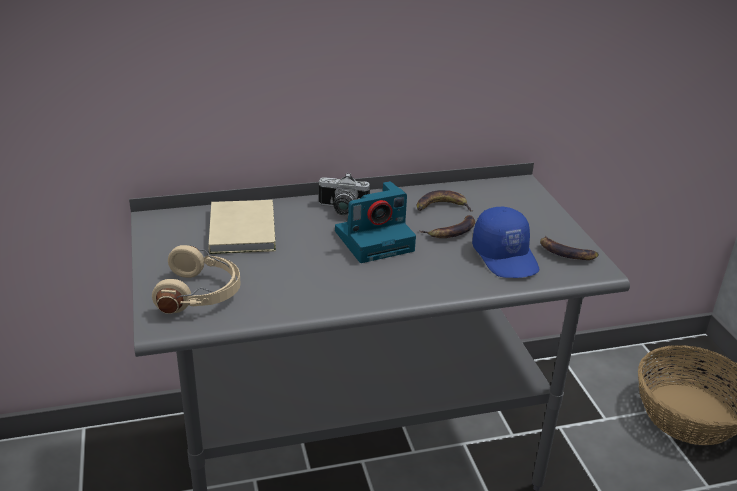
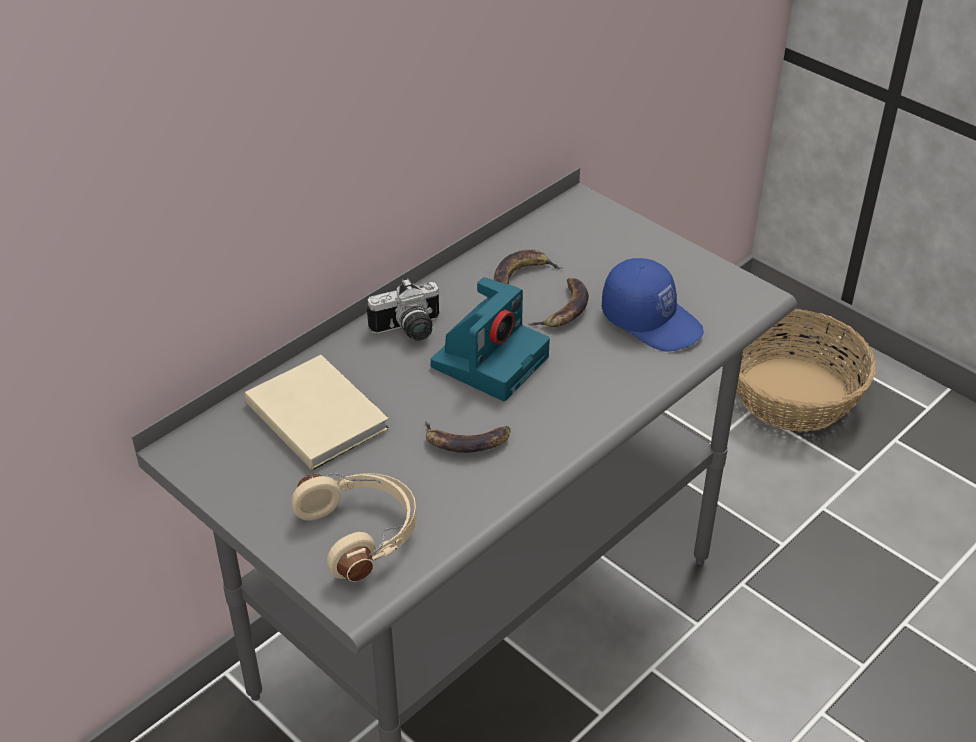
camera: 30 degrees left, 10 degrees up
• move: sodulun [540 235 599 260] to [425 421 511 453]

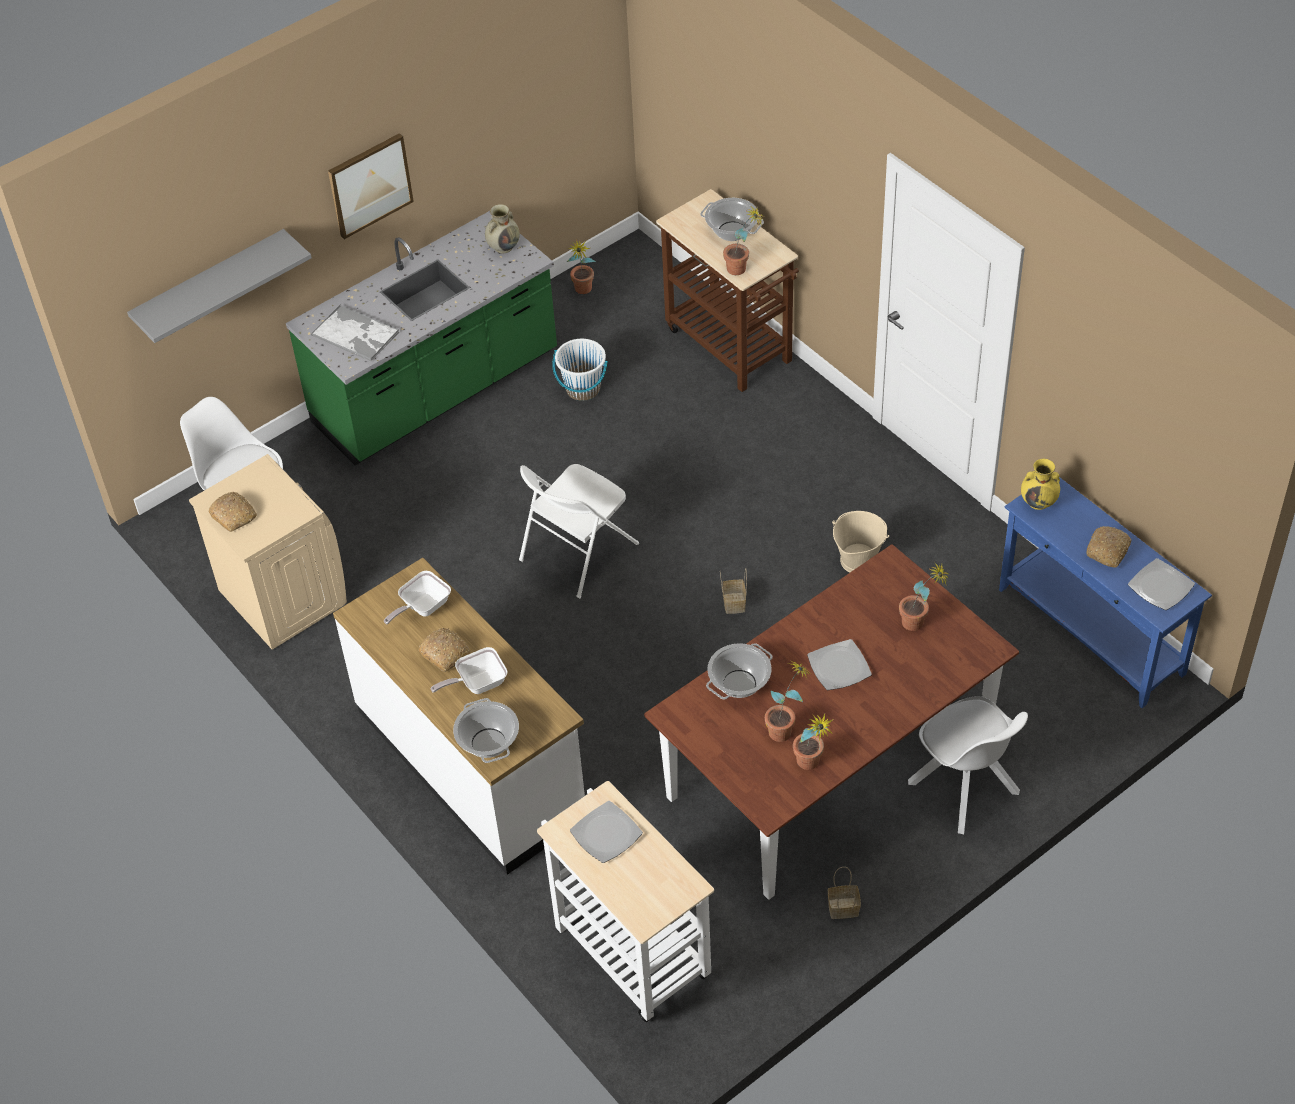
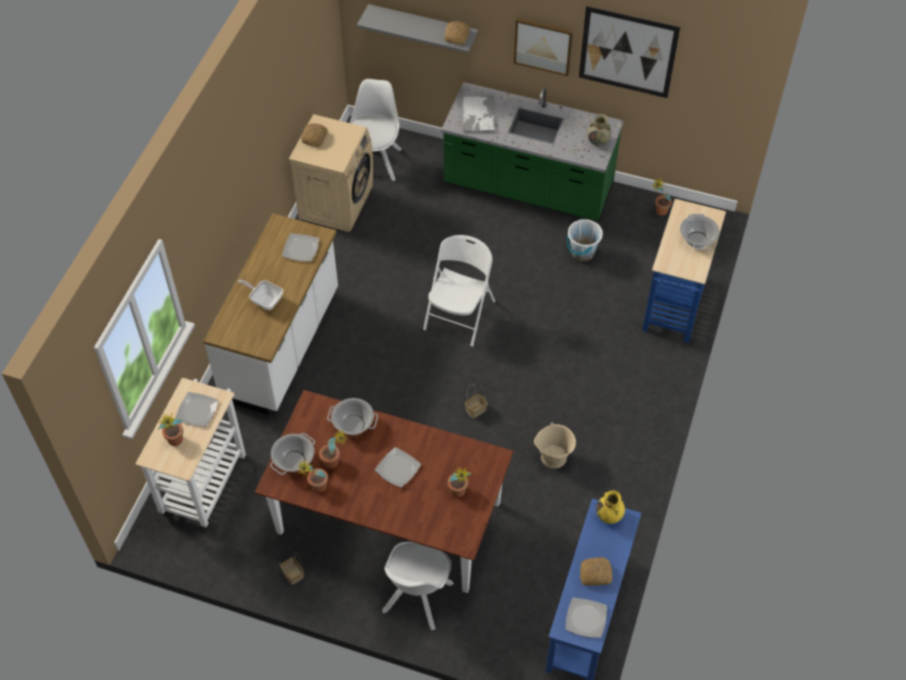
camera: 55 degrees right, 5 degrees up
• recolor: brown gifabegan [656 189 799 392] to blue gifabegan [642 199 726 343]
• move: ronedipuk [723 207 764 275] to [157 413 183 446]
• rotate: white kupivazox [519 464 639 599] = [423 235 496 347] 105 degrees clockwise
• replace: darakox [384 571 451 625] to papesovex [282 233 319 261]
• move: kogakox [418 628 471 672] to [445 21 469 45]
• move: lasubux [453 698 519 763] to [270 433 315 475]
• insert: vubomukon [579 6 680 98]

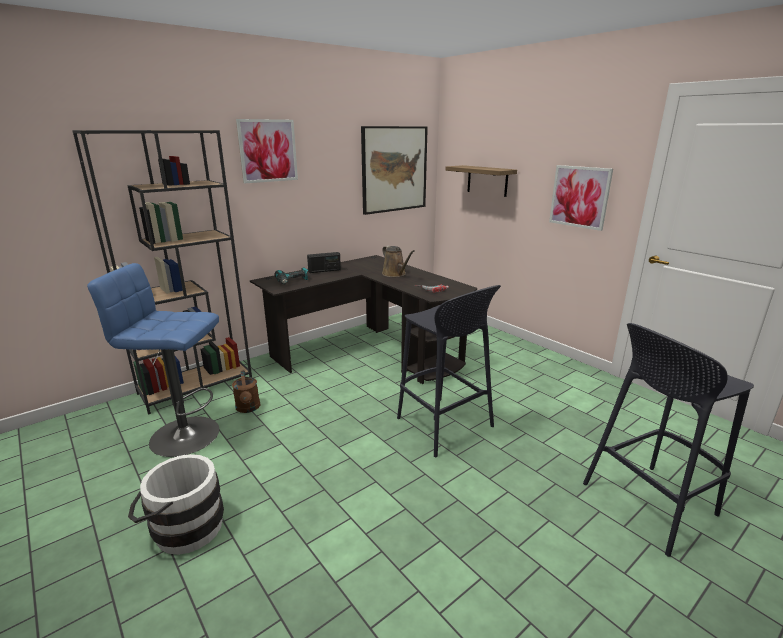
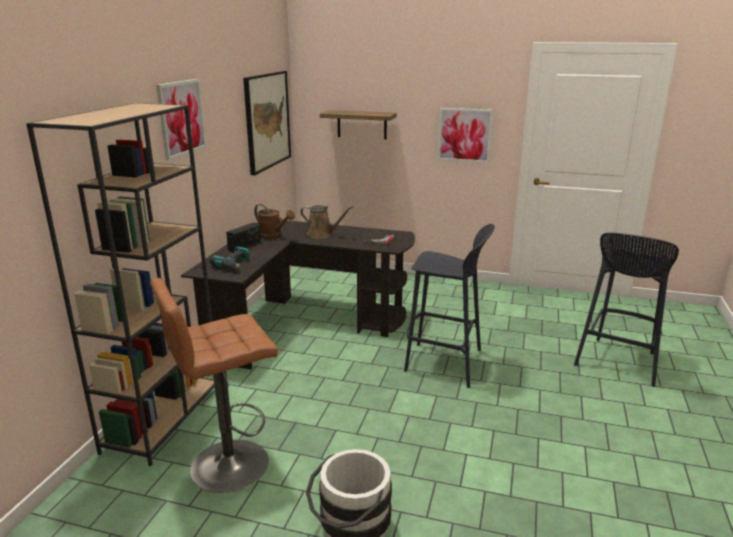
camera: 35 degrees left, 0 degrees up
• recolor: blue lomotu [87 263 219 457] to brown lomotu [150 278 278 493]
• move: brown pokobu [232 370 260 413] to [254 204 295 239]

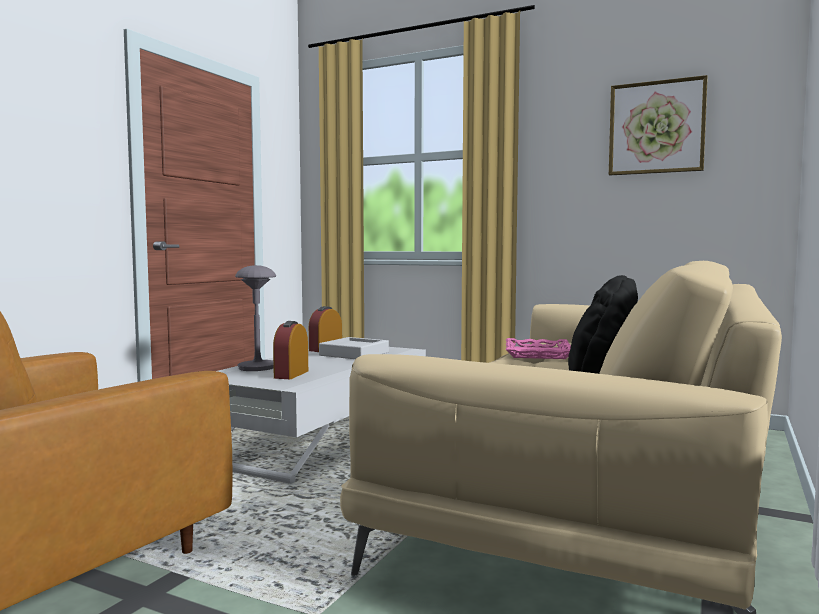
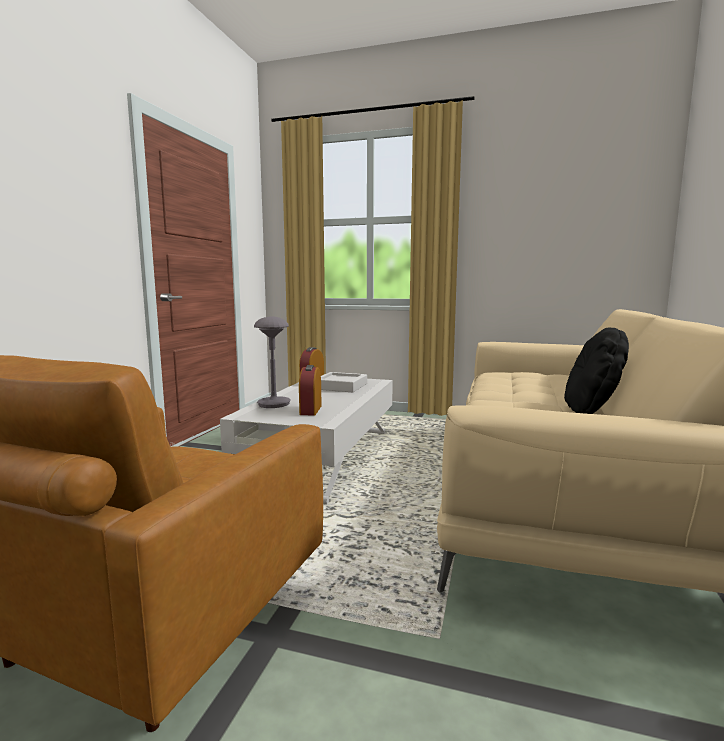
camera: 10 degrees left, 5 degrees up
• delete: vubomukon [609 75 708 175]
• delete: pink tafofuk [506 338 571 359]

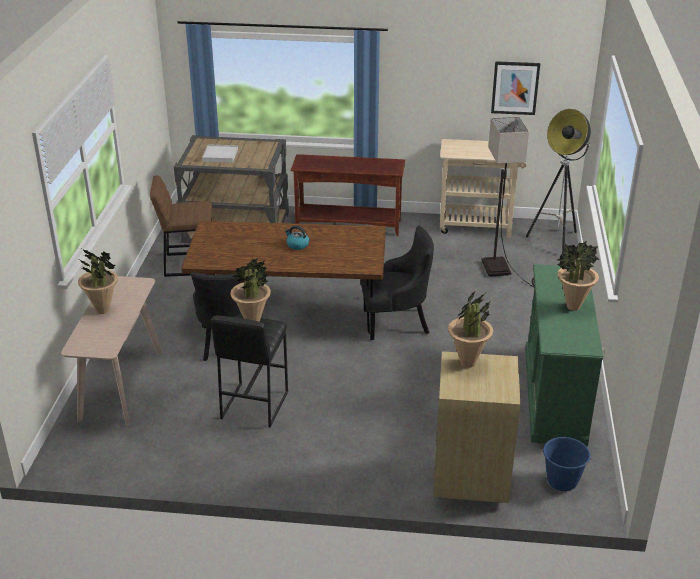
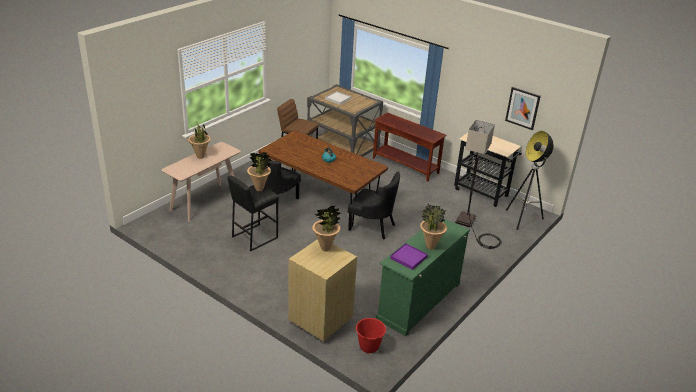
camera: 30 degrees right, 0 degrees up
• recolor: beige gifabegan [440 139 527 238] to black gifabegan [454 133 522 207]
• recolor: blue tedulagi [542 437 591 491] to red tedulagi [356 318 386 353]
• insert: purple tafofuk [390 243 428 270]

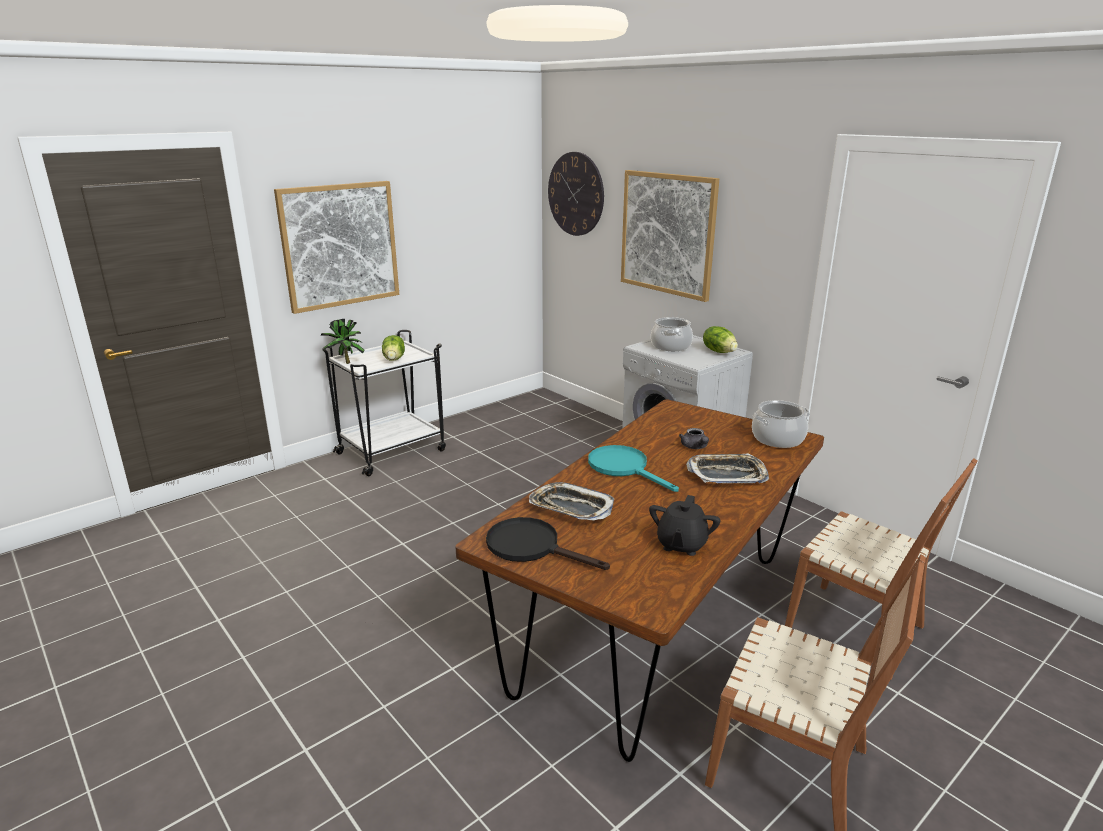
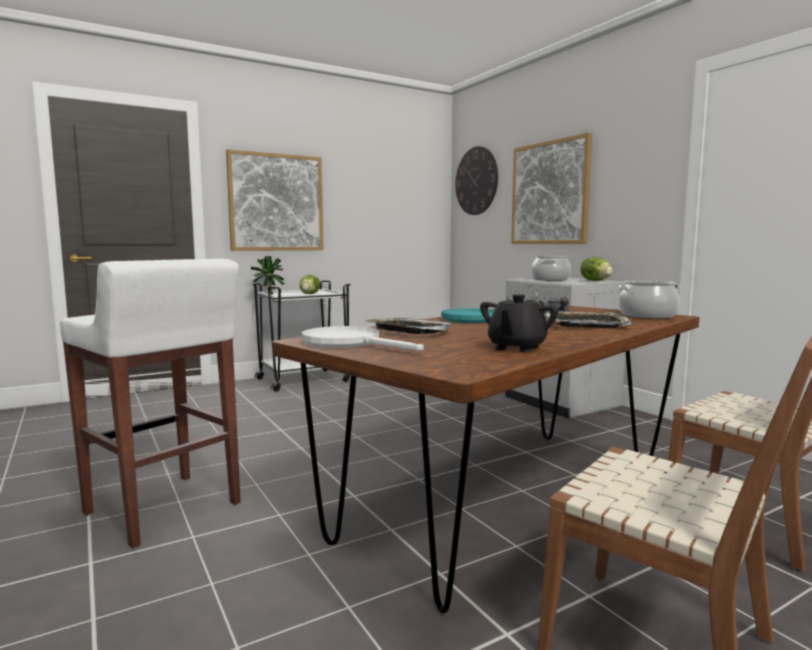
camera: 10 degrees right, 15 degrees down
• recolor: black darakox [486 517 610 570] to white darakox [302 326 424 351]
• insert: white lomotu [60 259 241 548]

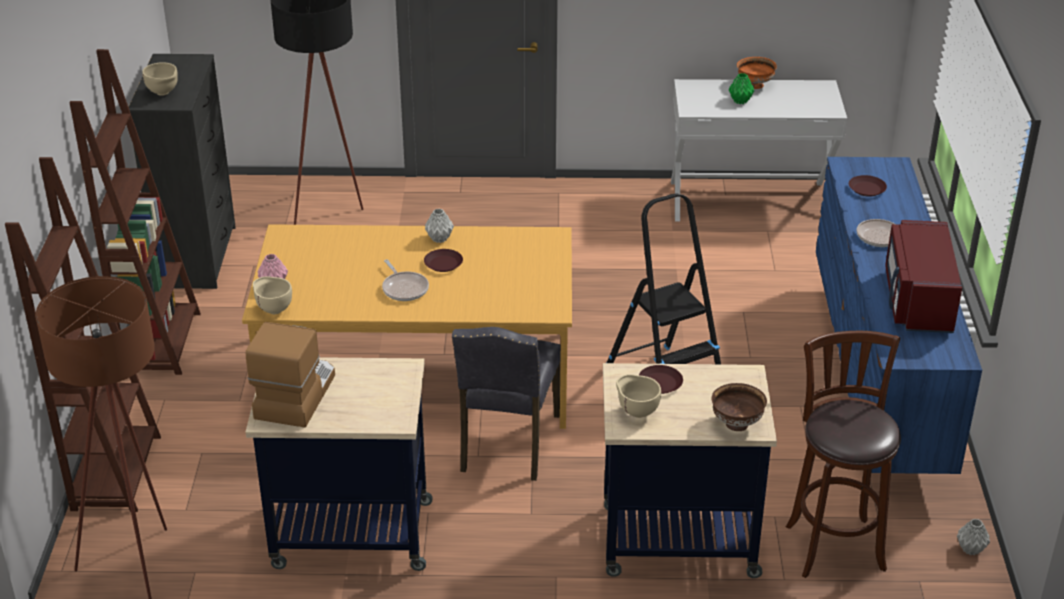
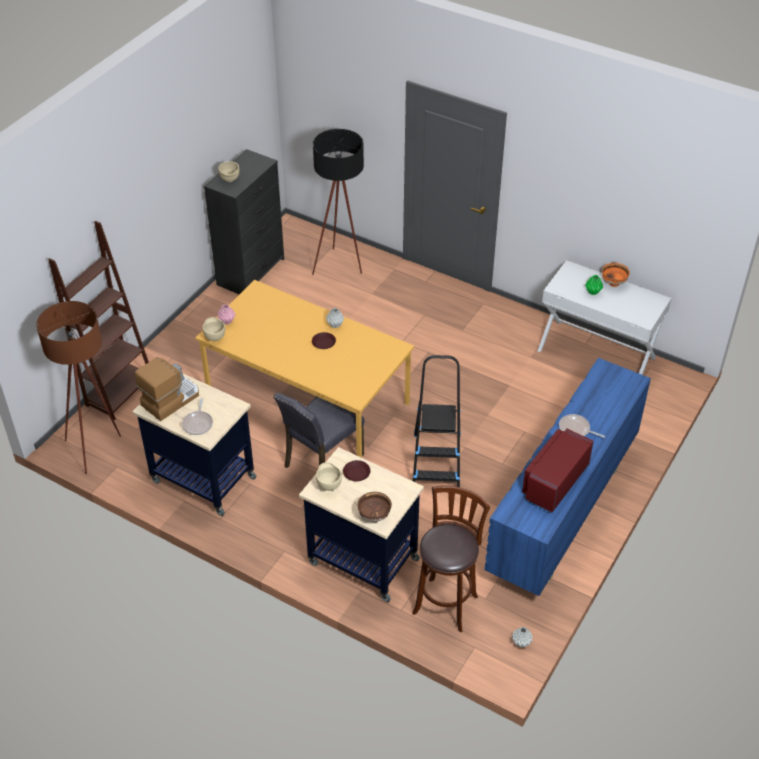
camera: 30 degrees right, 10 degrees up
• delete: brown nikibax [70 49 201 375]
• delete: brown papesovex [849 175 887 197]
• move: darakox [382 259 429 301] to [182 398 213 435]

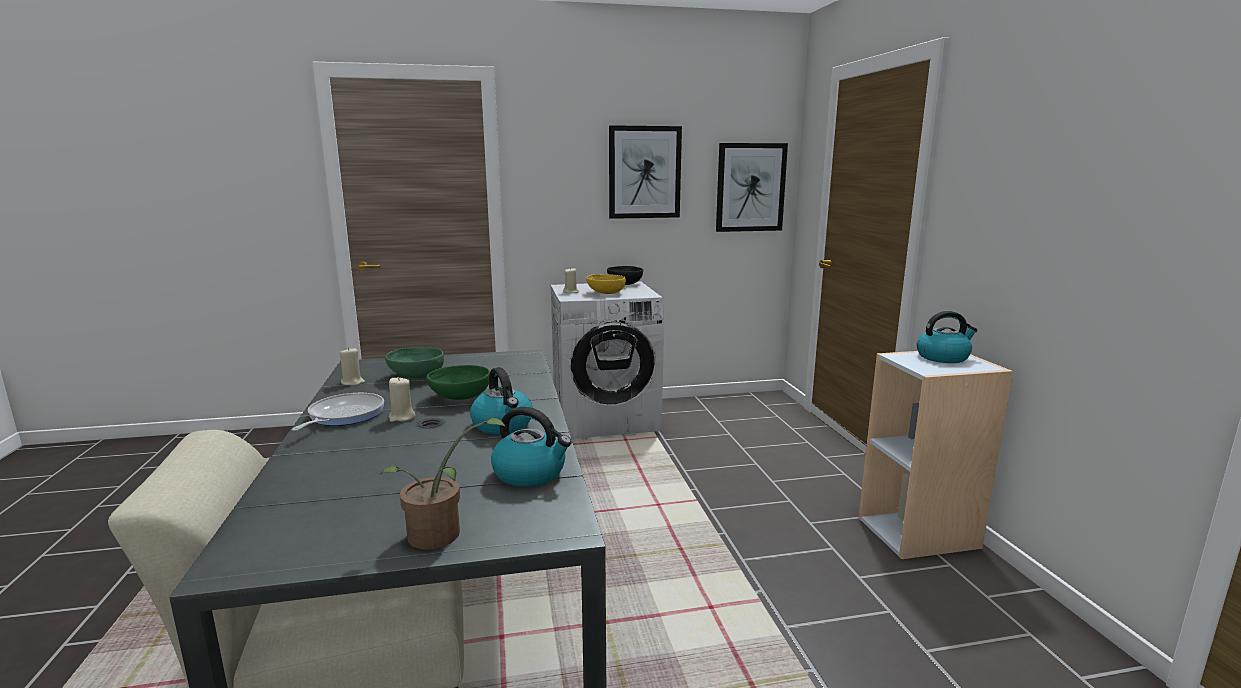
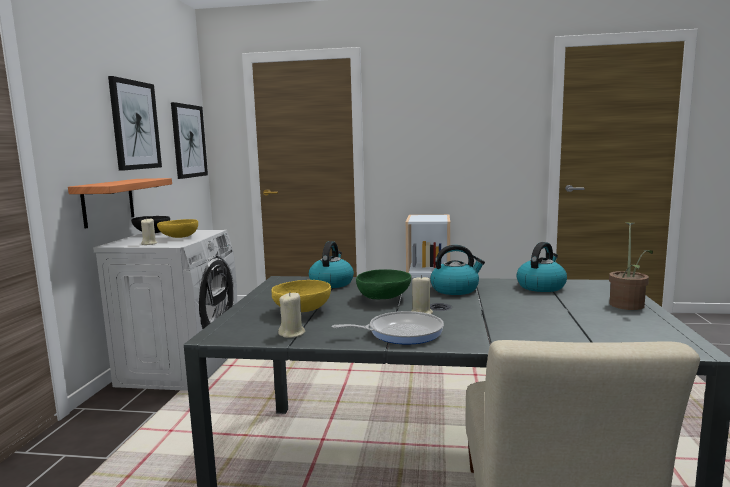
camera: 70 degrees left, 5 degrees down
• move: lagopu [916 311 978 363] to [309 241 354 288]
• recolor: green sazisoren [385 347 444 378] to yellow sazisoren [271 280 331 312]
• rotate: darakox [292 393 384 431] = [332 311 444 345] 135 degrees clockwise
• insert: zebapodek [68 178 172 229]

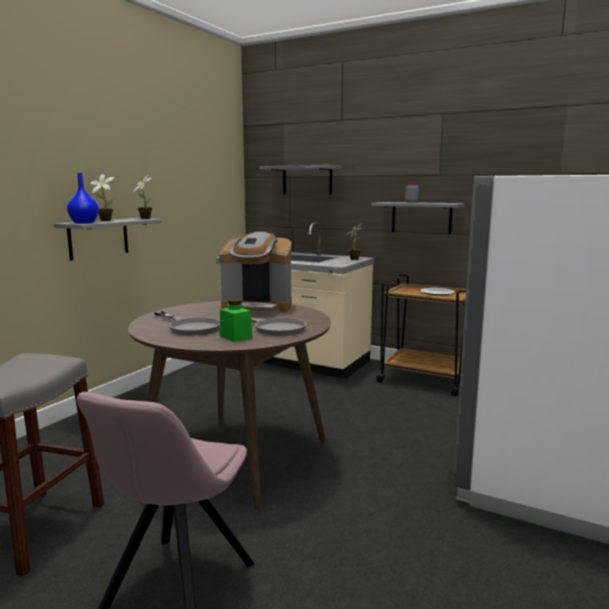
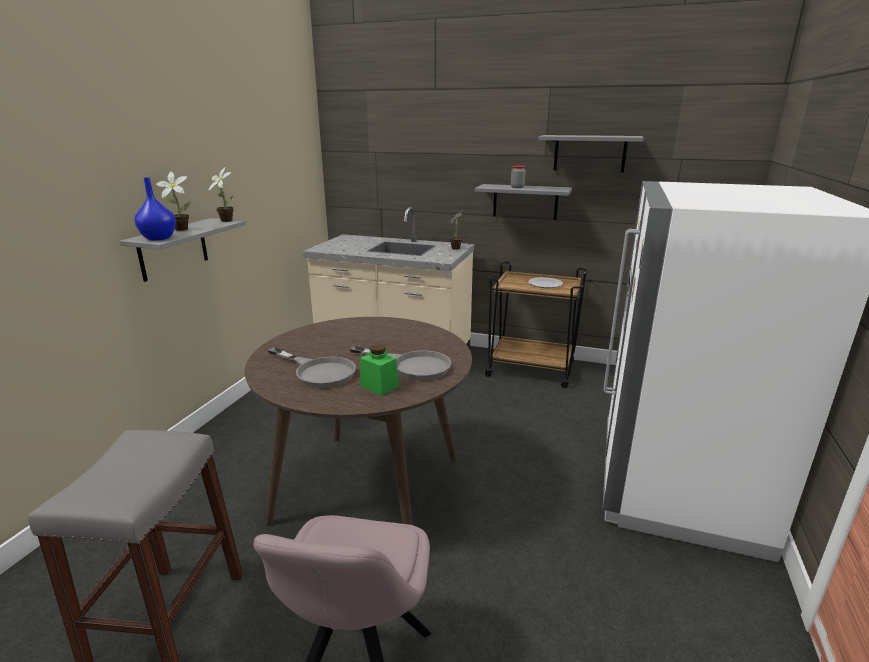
camera: 10 degrees left, 10 degrees up
• move: grey zebapodek [259 165 342 195] to [538 135 644 173]
• delete: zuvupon [219 232 292 315]

